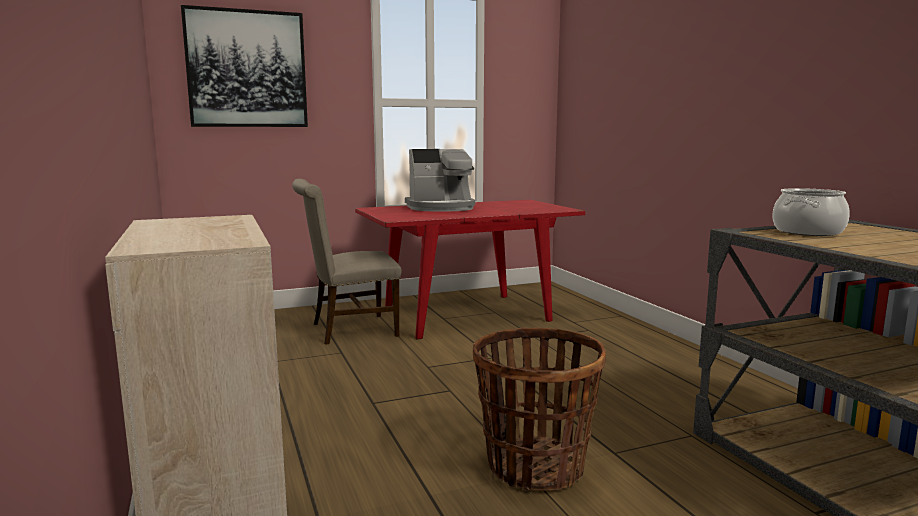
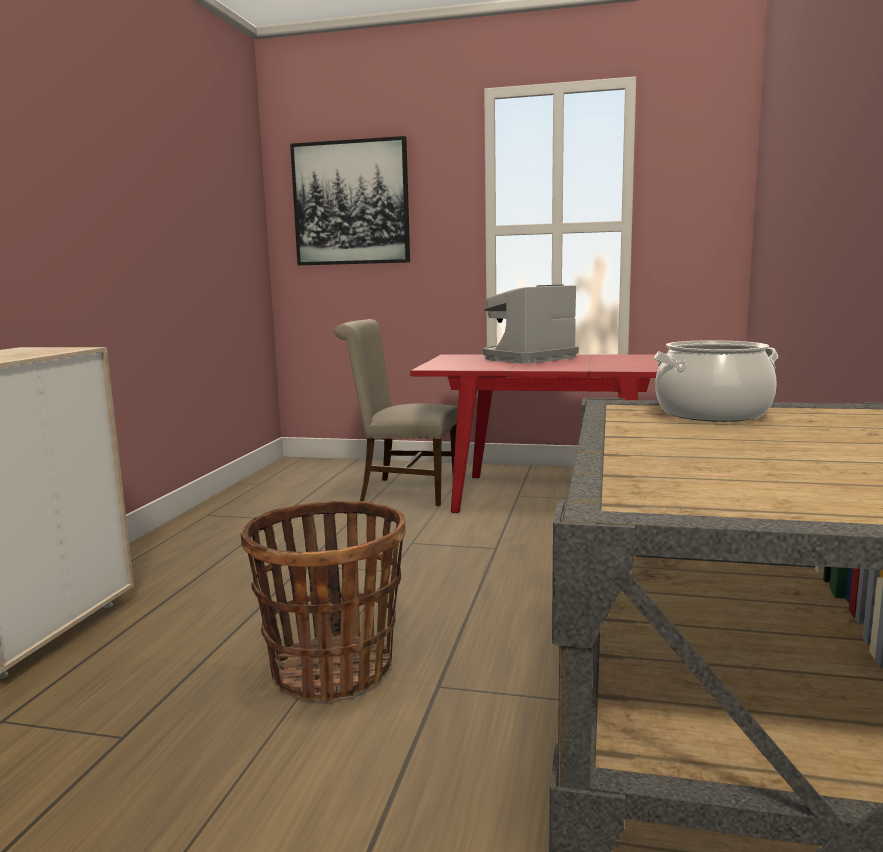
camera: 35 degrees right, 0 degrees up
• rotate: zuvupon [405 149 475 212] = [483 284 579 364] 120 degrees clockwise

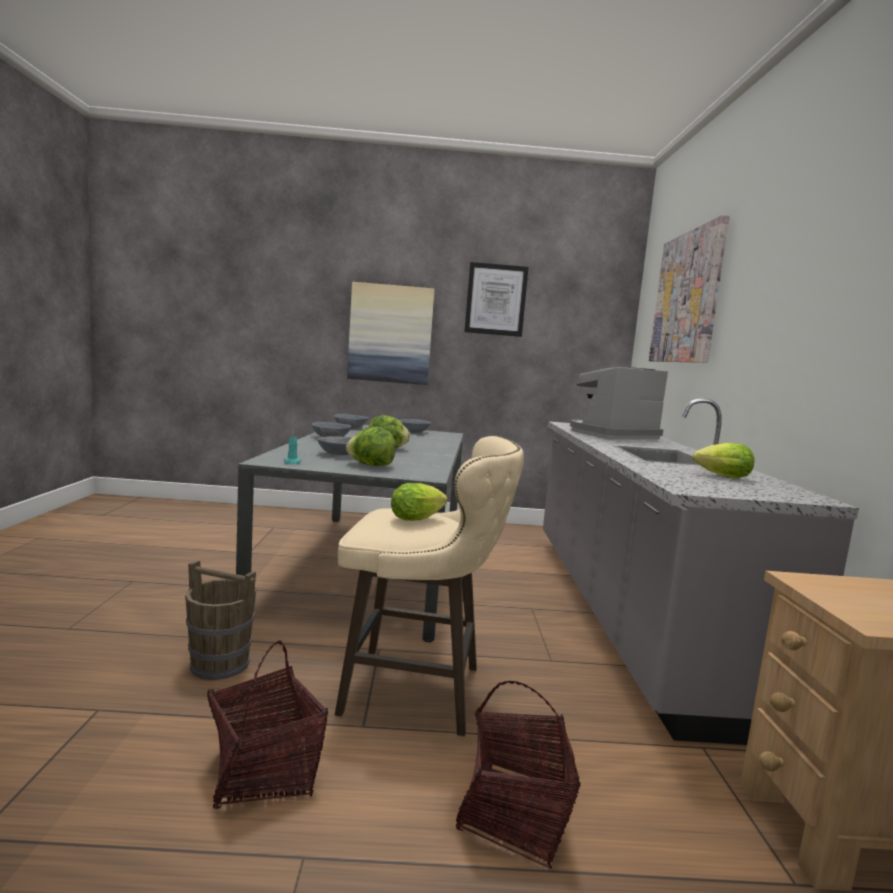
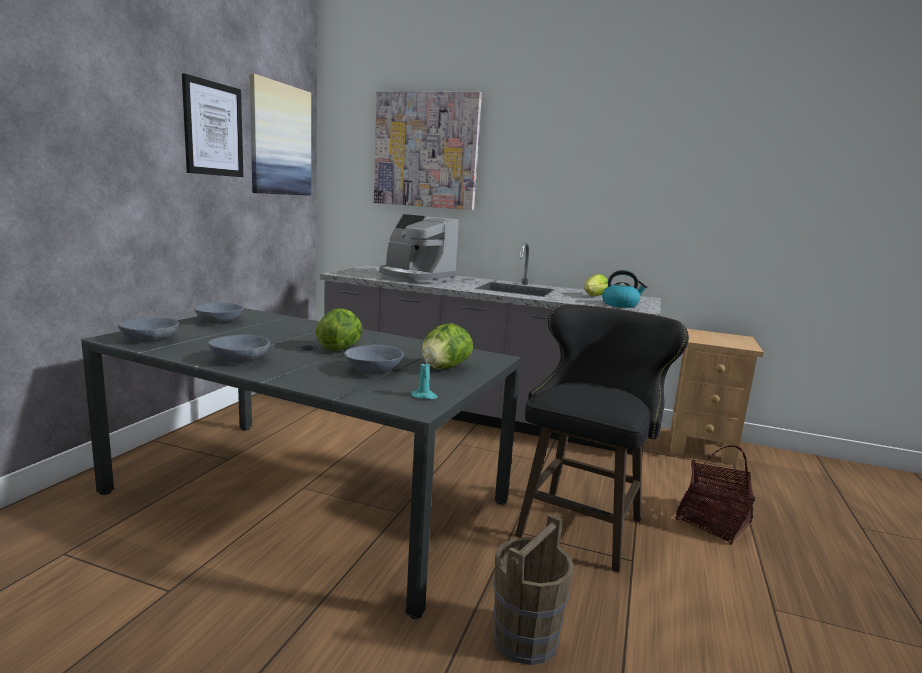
camera: 70 degrees left, 5 degrees up
• move: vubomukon [347 282 435 385] to [249 74 311 196]
• rotate: zuvupon [570 367 668 440] = [379 214 459 283] 45 degrees counterclockwise
• recolor: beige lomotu [335 436 524 736] to black lomotu [515 304 689 572]
• delete: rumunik [391 483 448 521]
• delete: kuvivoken [207 641 328 809]
• insert: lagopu [602 270 647 308]

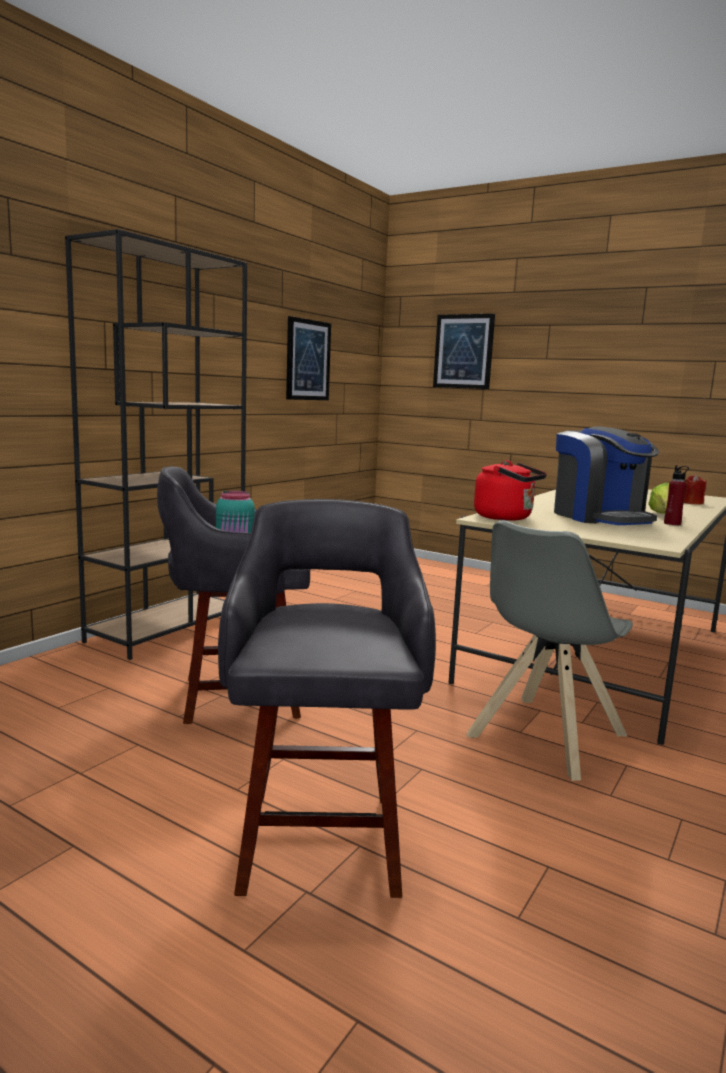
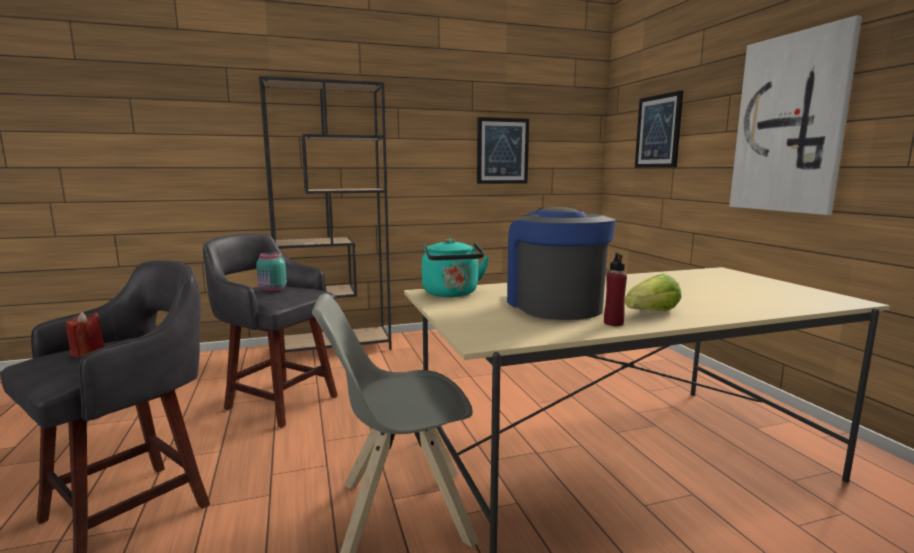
camera: 40 degrees right, 0 degrees up
• rotate: zuvupon [554 426 659 525] = [507 207 616 320] 150 degrees clockwise
• recolor: red lagopu [474 460 547 521] to turquoise lagopu [422 239 489 297]
• move: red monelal [683 474 706 504] to [66 312 104 357]
• insert: vubomukon [729 16 862 215]

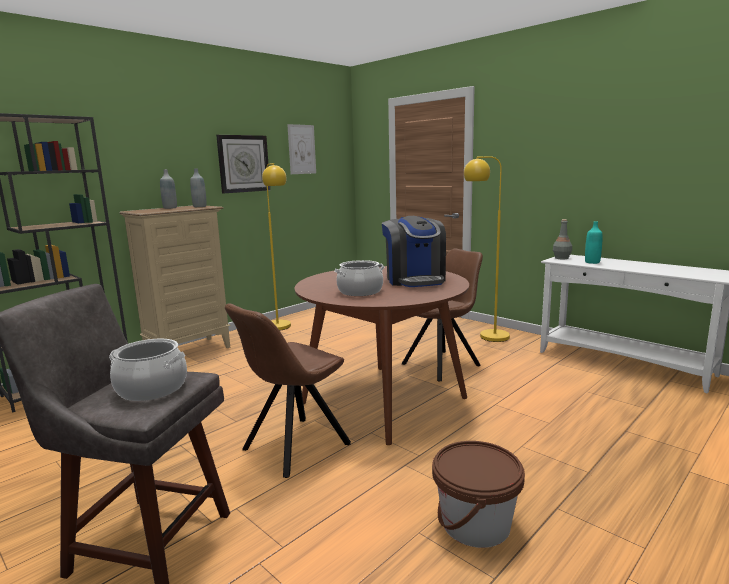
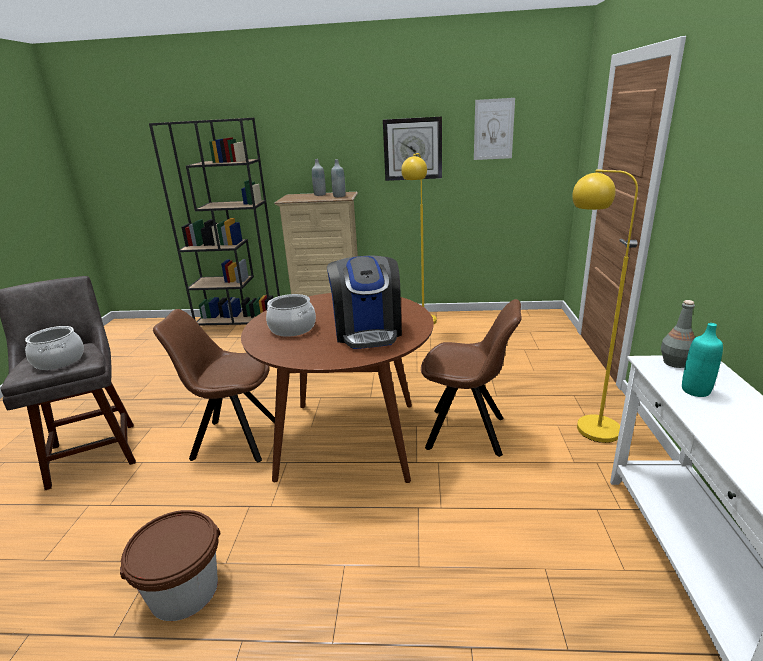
camera: 50 degrees right, 10 degrees up
• rotate: zuvupon [382 216 446 287] = [327 256 402 349] 45 degrees counterclockwise

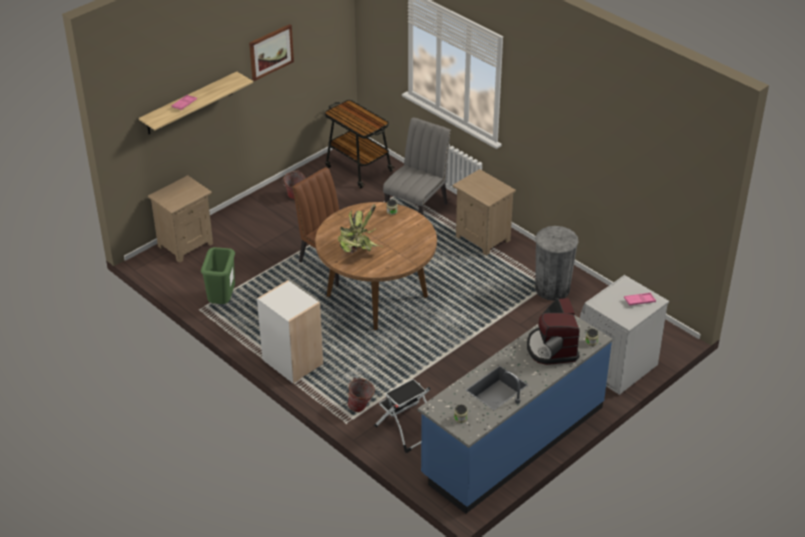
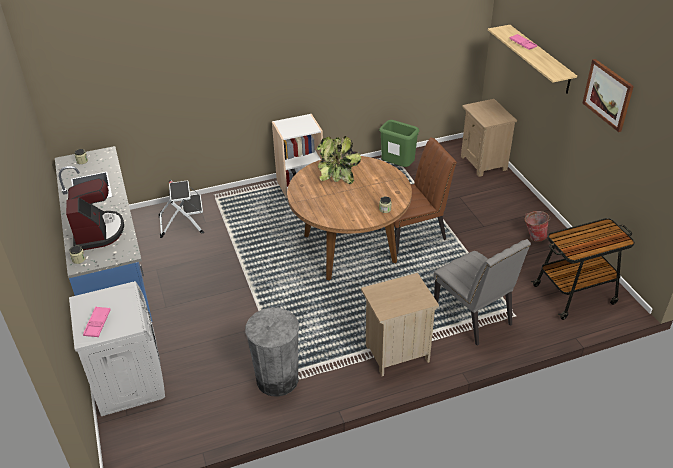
camera: 115 degrees right, 0 degrees up
• rotate: zuvupon [527 298 580 365] = [66 178 124 250] 60 degrees clockwise
• delete: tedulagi [347 377 375 412]

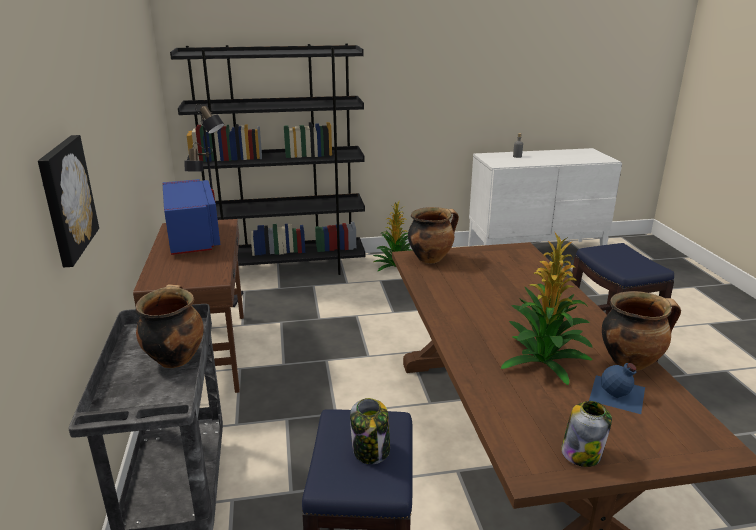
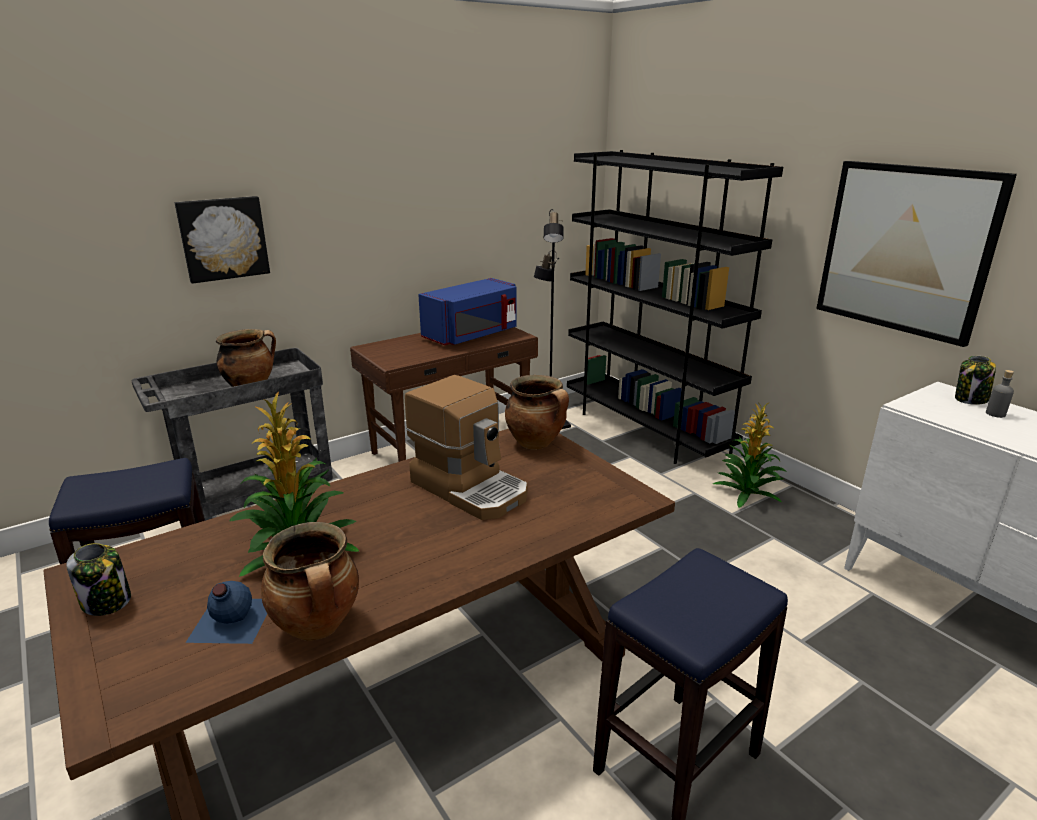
camera: 65 degrees right, 0 degrees up
• move: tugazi [350 398 390 464] to [955 356 996 405]
• insert: vubomukon [816 161 1017 347]
• insert: zuvupon [405 375 528 520]

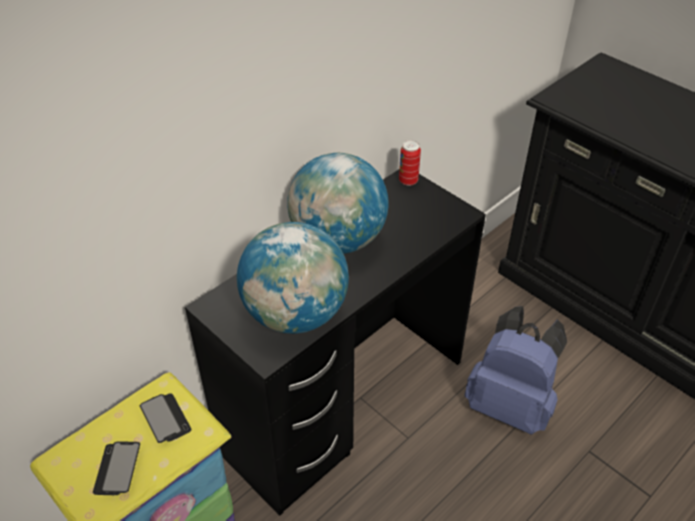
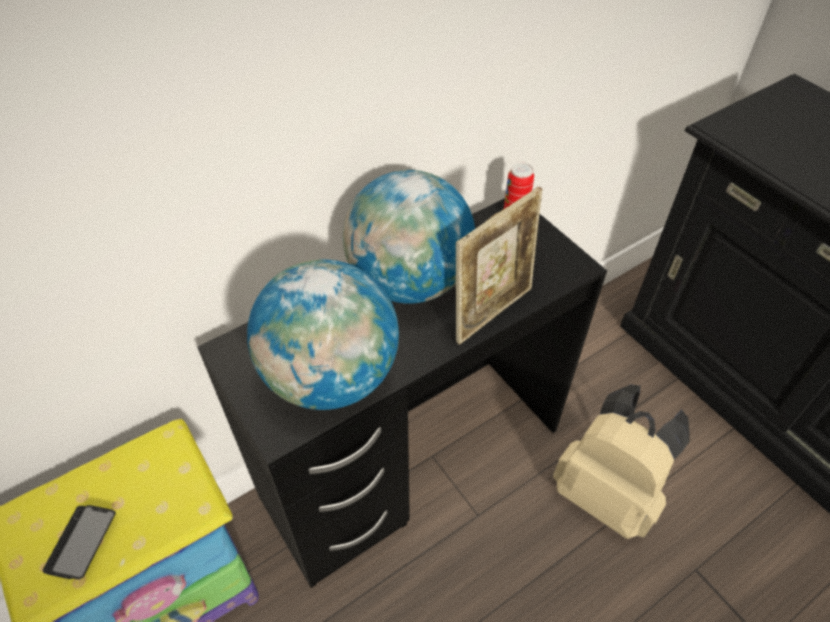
camera: 10 degrees right, 5 degrees up
• recolor: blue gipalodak [465 306 567 435] to beige gipalodak [553 384 690 539]
• delete: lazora [140 393 192 443]
• insert: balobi [456 187 542 345]

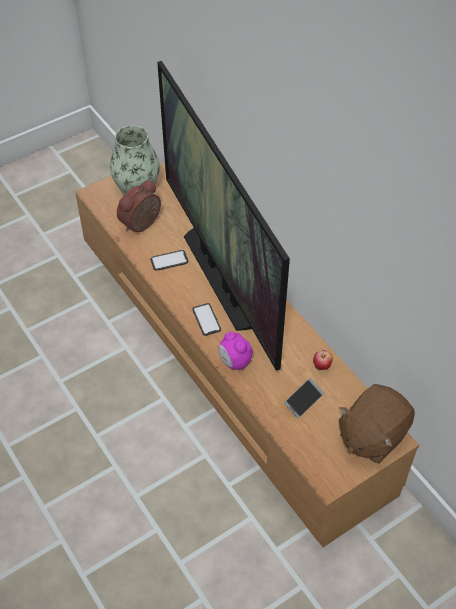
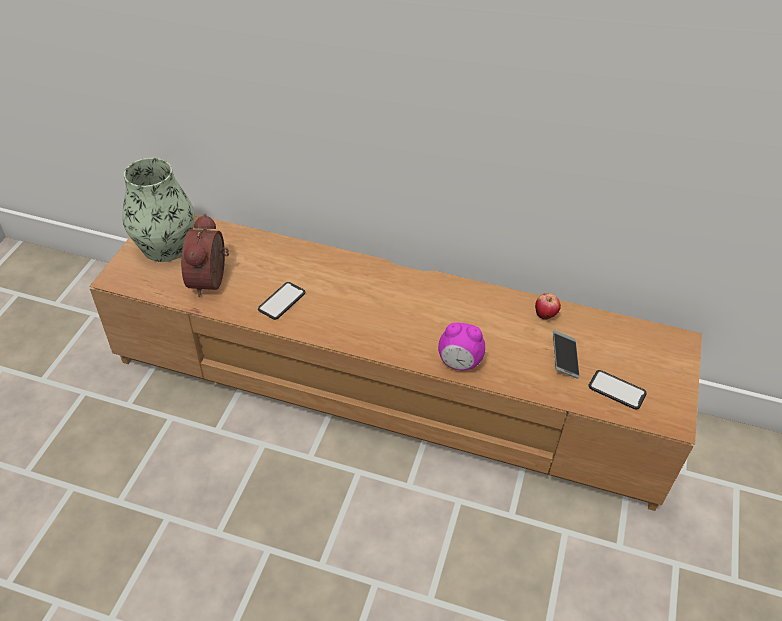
camera: 40 degrees left, 5 degrees down
• delete: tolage [157 61 290 371]
• move: lazora [192 303 221 336] to [588 370 647 409]
• delete: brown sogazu [339 384 415 464]

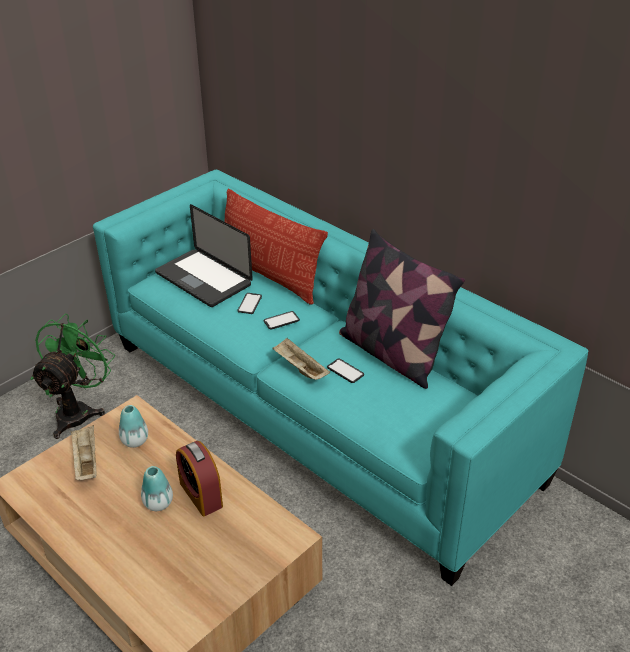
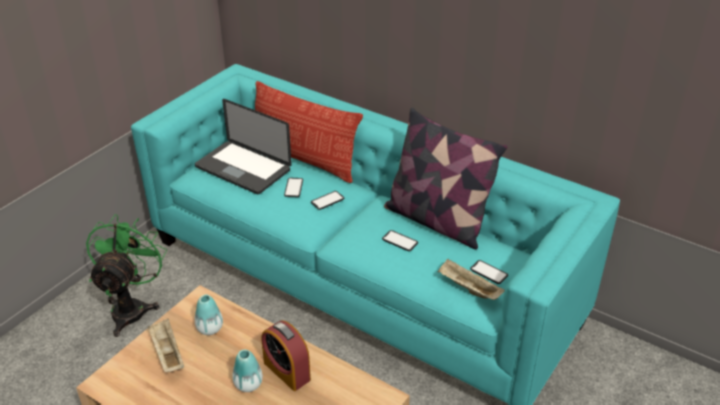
camera: 10 degrees left, 0 degrees up
• move: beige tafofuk [272 338 330 380] to [438 259 505 300]
• insert: lazora [470 260 508 284]

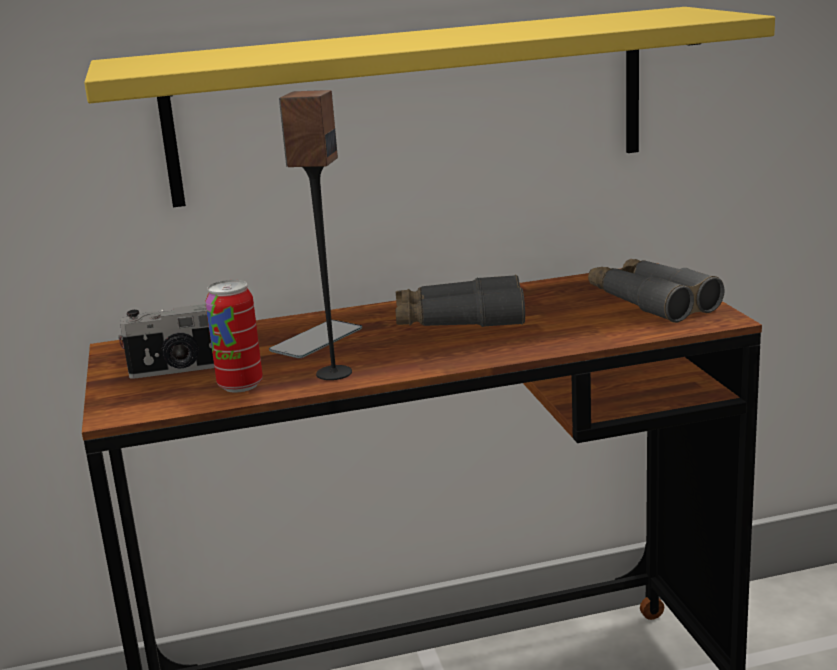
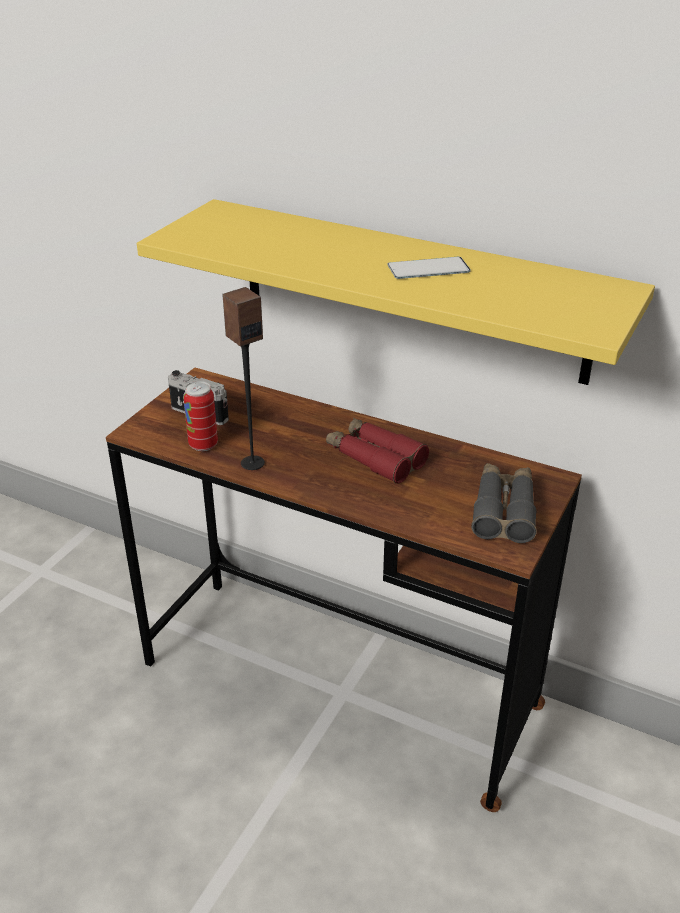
camera: 40 degrees right, 15 degrees up
• recolor: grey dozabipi [396 274 525 327] to red dozabipi [326 418 429 484]
• move: lazora [269 320 362 358] to [388 257 471 279]

